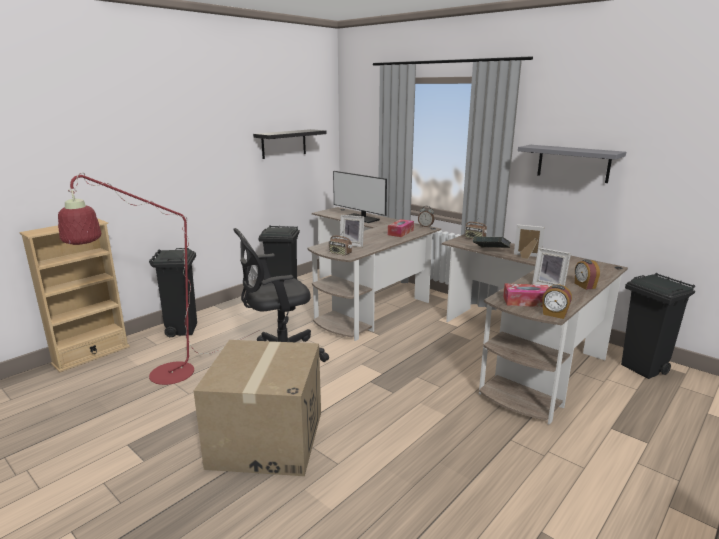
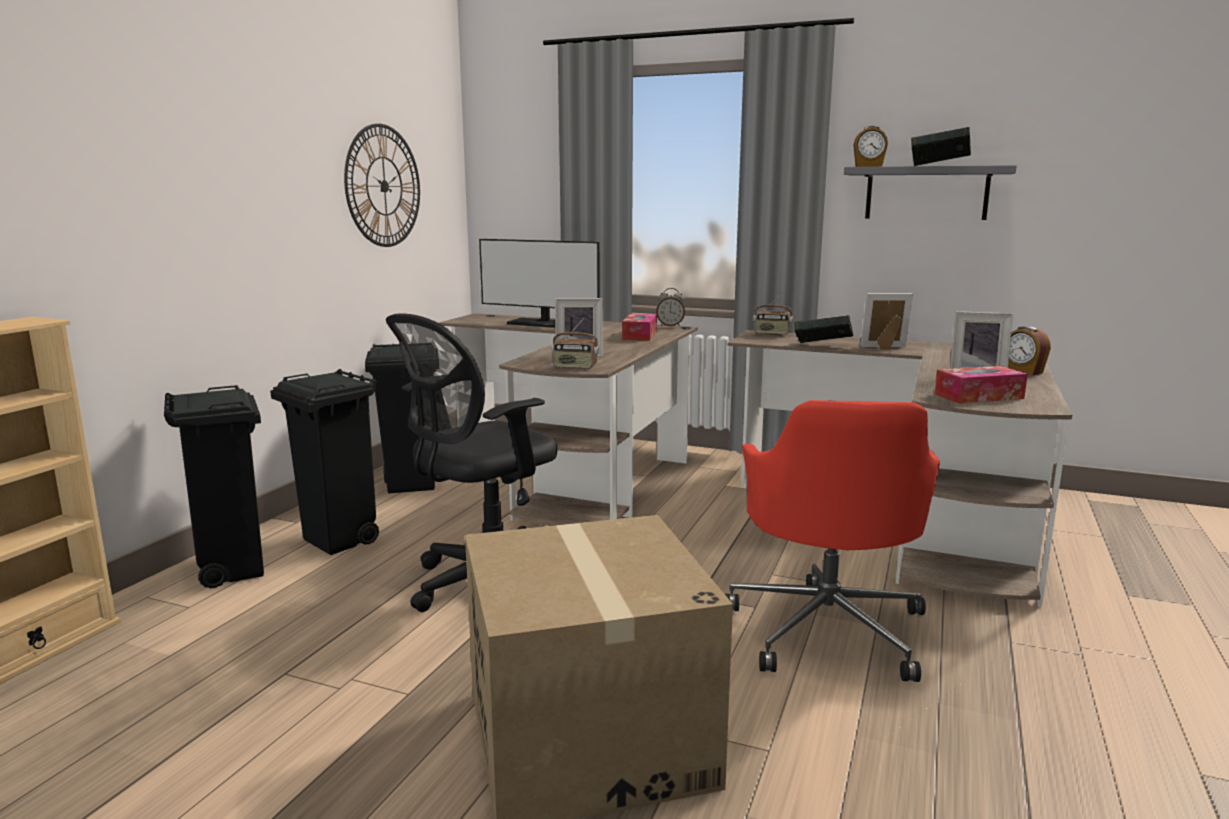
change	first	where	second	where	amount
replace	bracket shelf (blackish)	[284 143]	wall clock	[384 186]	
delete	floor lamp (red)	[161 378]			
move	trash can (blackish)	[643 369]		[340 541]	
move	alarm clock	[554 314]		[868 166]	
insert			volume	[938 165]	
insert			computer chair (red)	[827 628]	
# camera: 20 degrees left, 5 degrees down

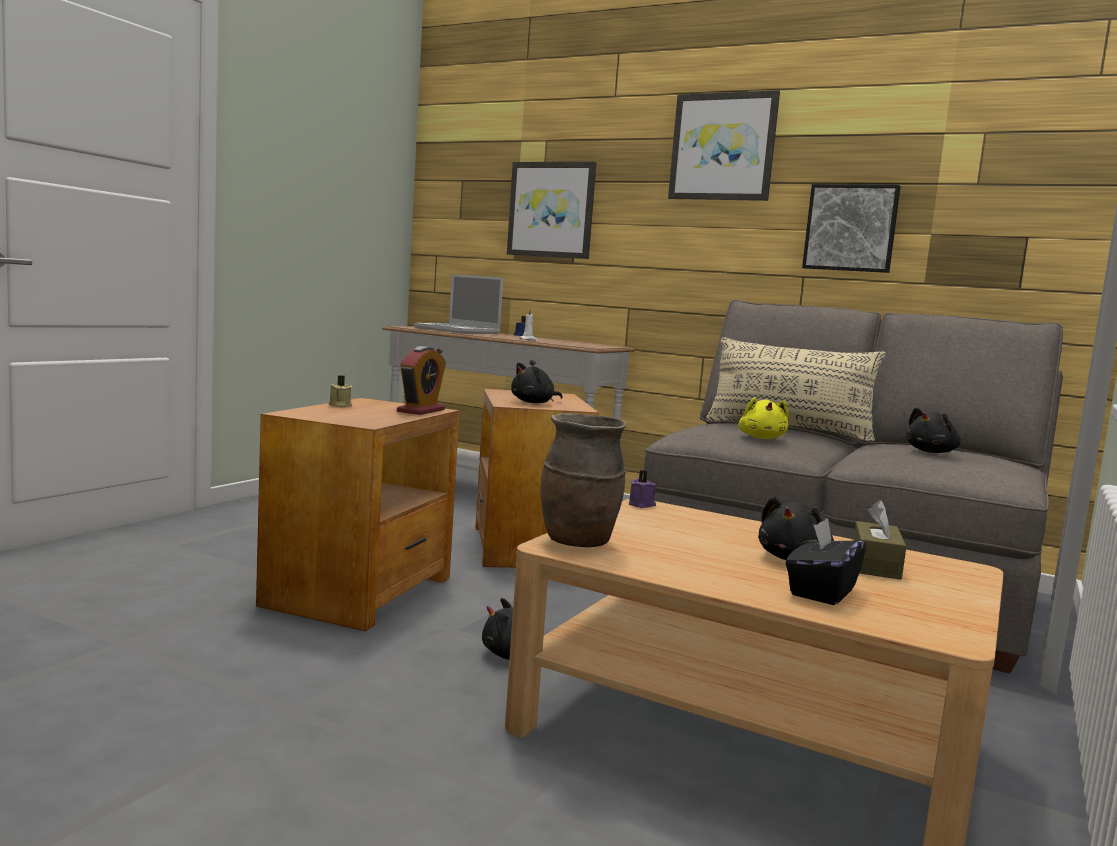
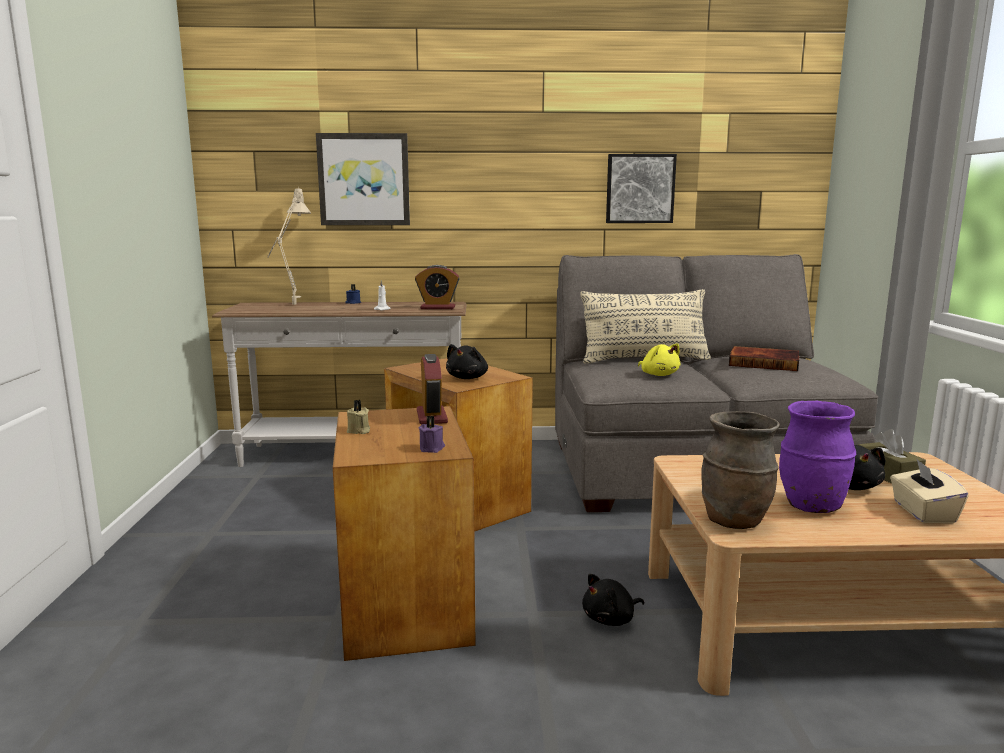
change	first	where	second	where	amount
delete	wall art	[723 147]			
replace	notebook computer	[458 331]	lamp for a table (beige)	[292 307]	
replace	soft toy (blackish)	[932 452]	volume	[764 363]	
move	wax candle (purple-coloured)	[642 505]		[432 448]	
recolor	box of tissues (blackish)	[821 591]	box of tissues (beige)	[922 512]	
insert			alarm clock	[437 308]	
insert			flower vase (purple-coloured)	[811 506]	
# camera: 30 degrees left, 5 degrees up

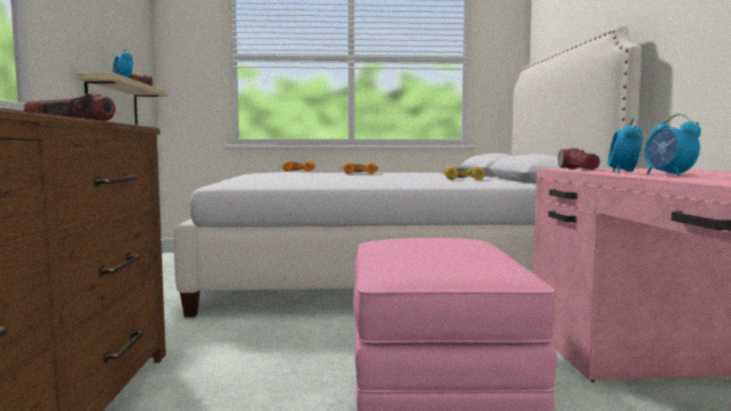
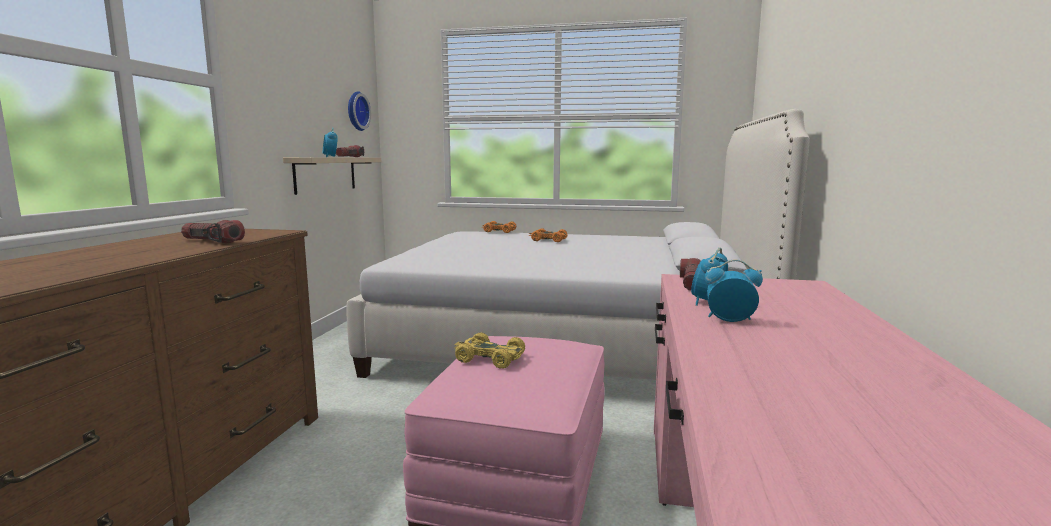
change	first	where	second	where	amount
rotate	alarm clock	[669 175]		[729 320]	105 degrees clockwise
move	miniature car (yellow-coloured)	[463 179]		[489 358]	
insert			wall clock	[356 111]	
# camera: 15 degrees right, 5 degrees up

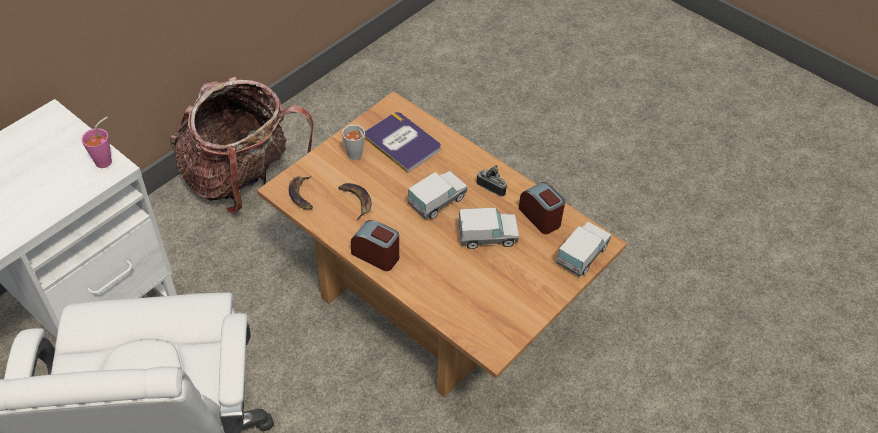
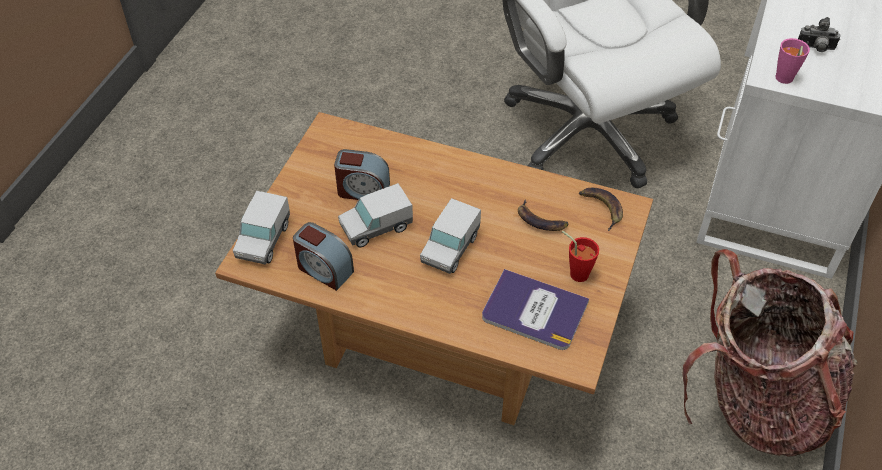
change	first	where	second	where	amount
recolor	drinking cup (grey)	[356 157]	drinking cup (red)	[575 272]	
move	still camera	[492 186]		[815 48]	
move	alarm clock	[376 255]		[363 190]	
# camera: 160 degrees right, 0 degrees up

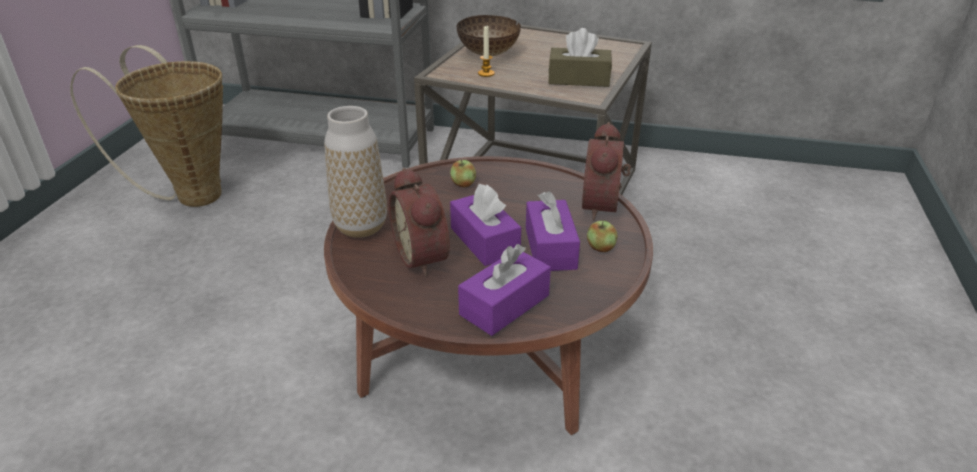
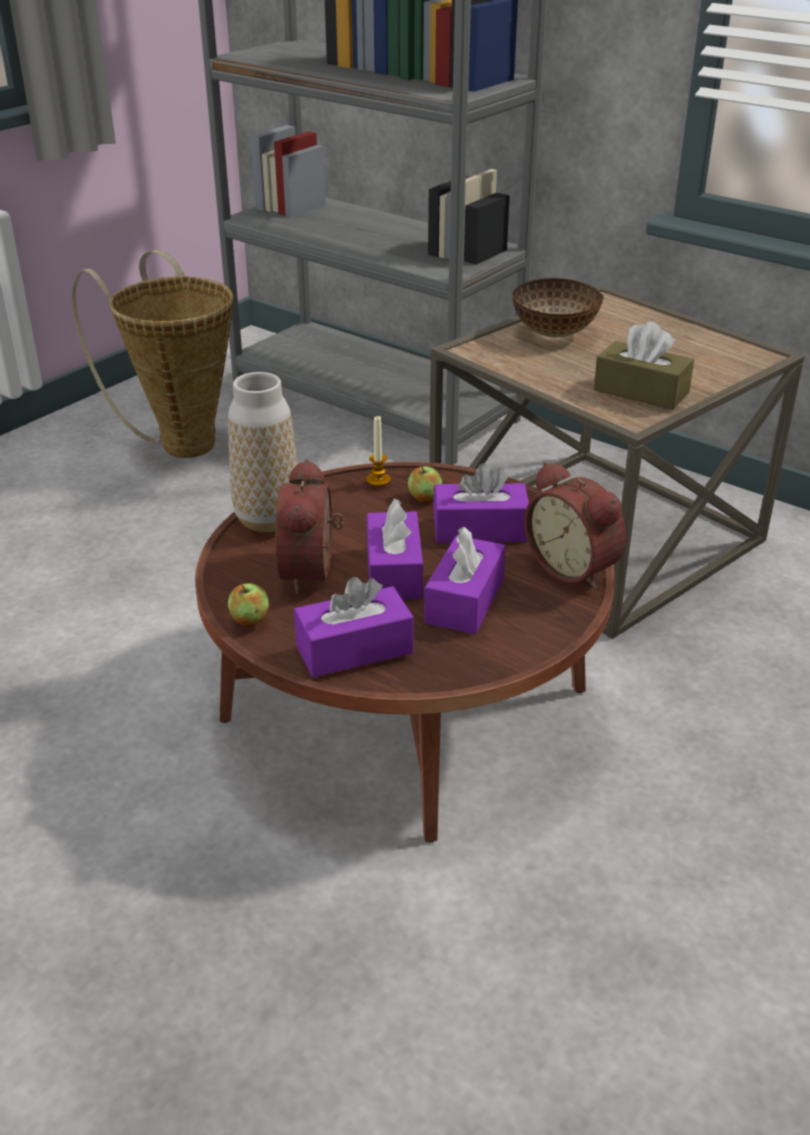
change	first	where	second	where	amount
move	wax candle	[486 73]		[378 480]	
rotate	alarm clock	[604 206]		[575 568]	75 degrees counterclockwise
move	apple fruit	[600 247]		[249 619]	
insert			box of tissues (purple-coloured)	[480 529]	
# camera: 25 degrees right, 0 degrees up

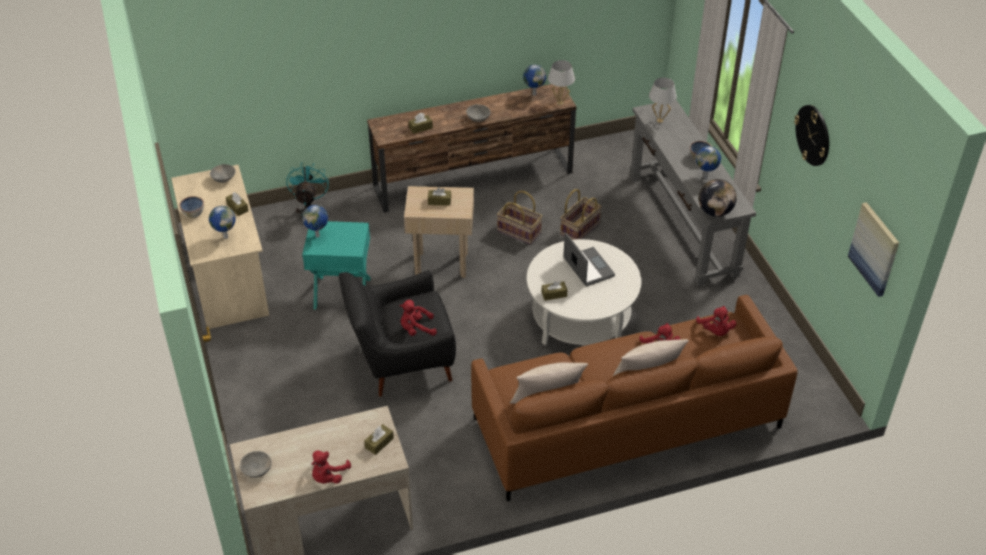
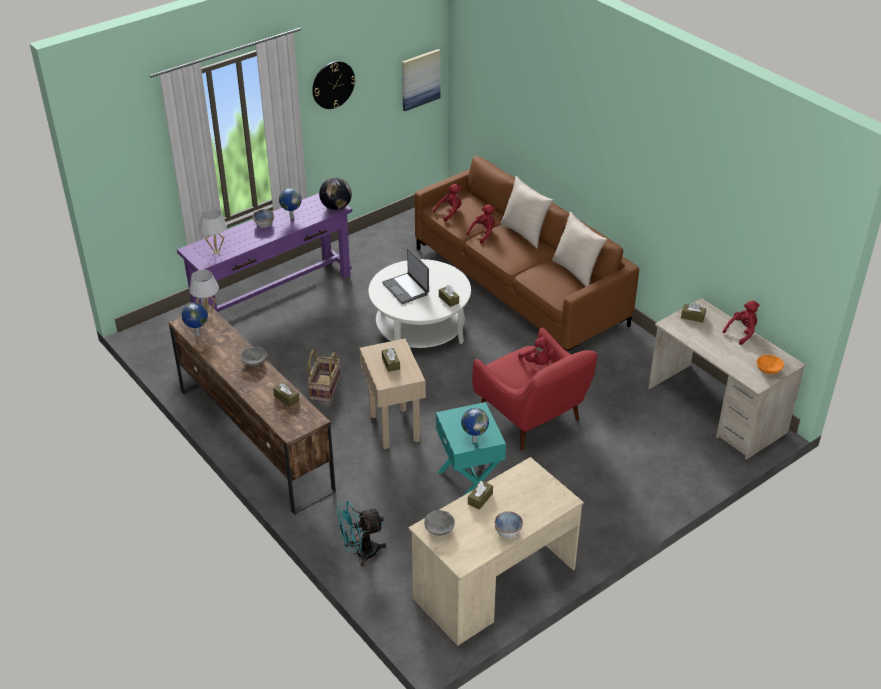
change	first	where	second	where	amount
recolor	narrow table (grey)	[682 224]	narrow table (purple-coloured)	[273 295]	
delete	storage basket	[579 228]			
delete	desk globe	[225 237]			
rotate	notebook computer	[587 268]		[406 289]	75 degrees counterclockwise
recolor	armchair (blackish)	[401 362]	armchair (red)	[532 418]	
rotate	soft toy (red)	[328 476]		[742 332]	45 degrees counterclockwise
recolor	bowl (grey)	[256 470]	bowl (orange)	[769 370]	
# camera: 110 degrees left, 5 degrees down

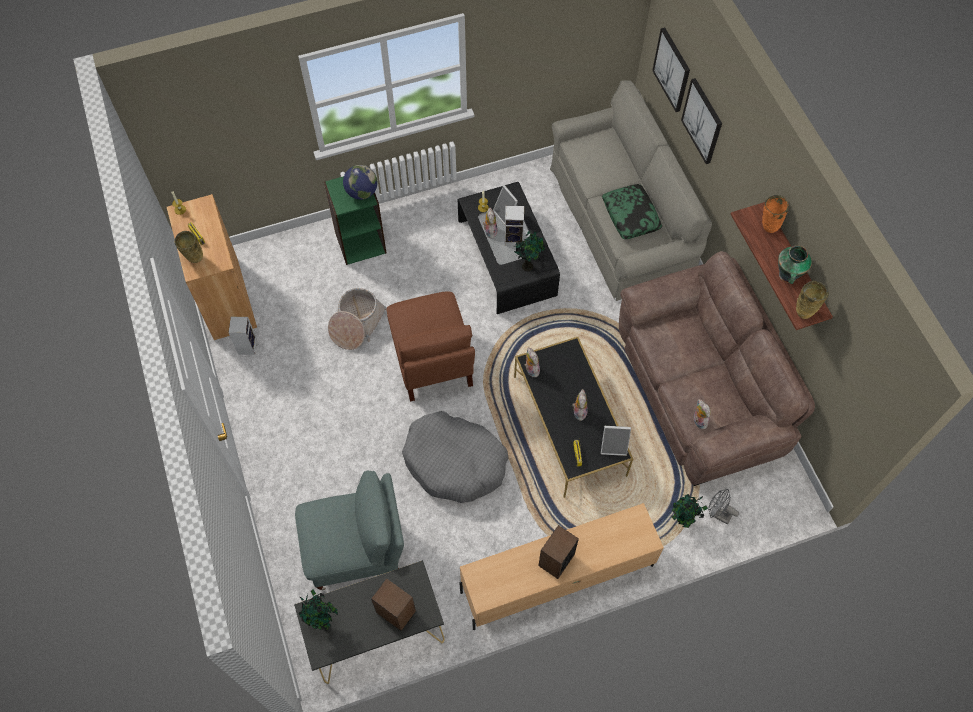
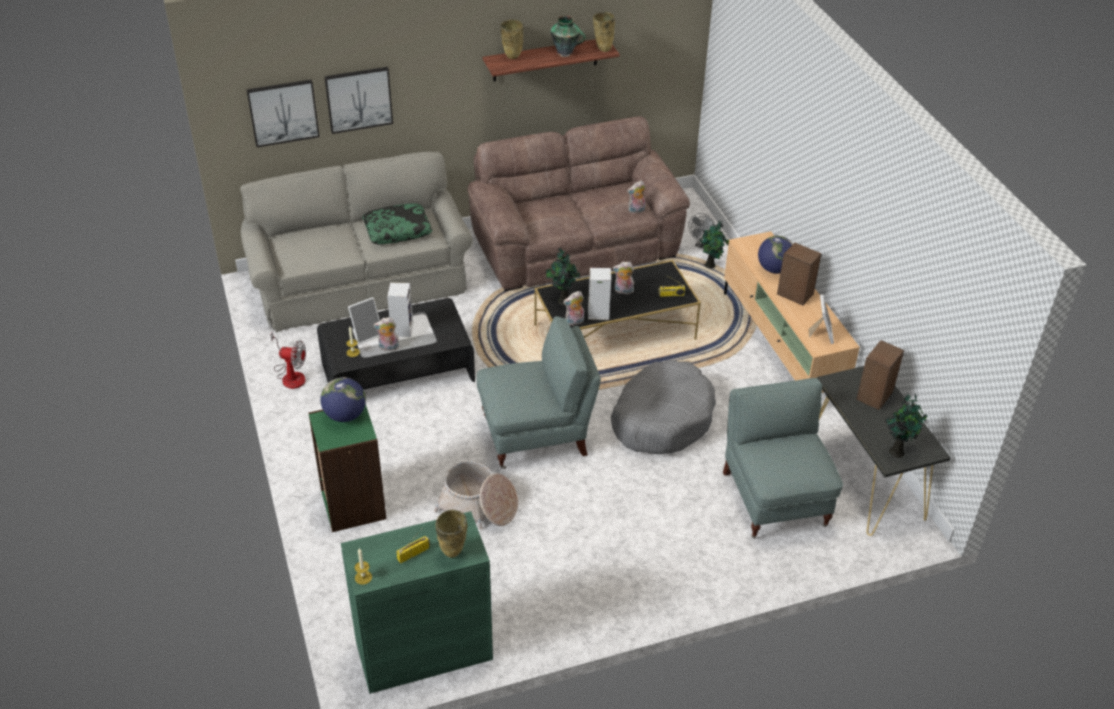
change	first	where	second	where	amount
recolor	cupboard (brownish)	[225 298]	cupboard (green-coloured)	[424 651]	
recolor	flower vase (orange)	[768 227]	flower vase (beige)	[511 57]	
move	potted plant	[528 265]		[562 301]	
recolor	armchair (brownish)	[432 362]	armchair (grey)	[536 436]	
move	speaker	[247 345]		[597 313]	
move	standing frame	[614 446]		[821 334]	
insert			desk globe	[774 269]	
insert			fan	[291 375]	
# camera: 90 degrees left, 20 degrees down

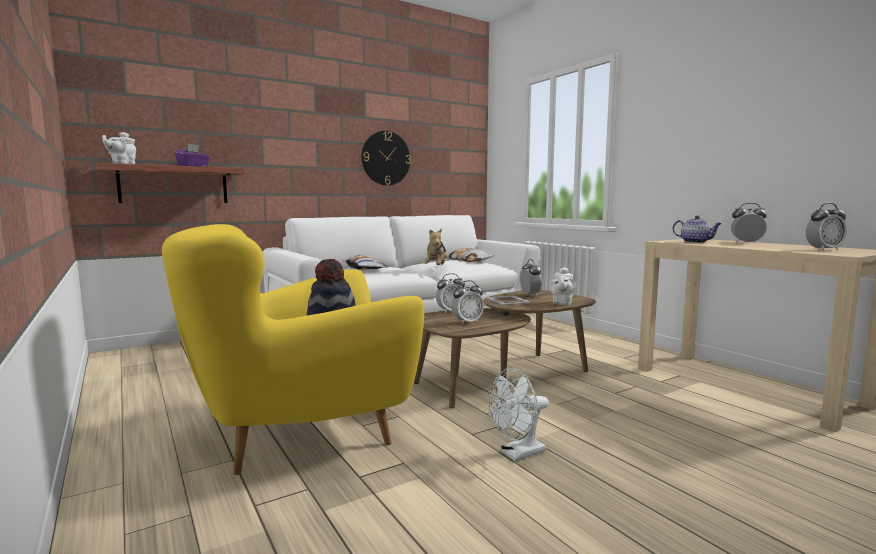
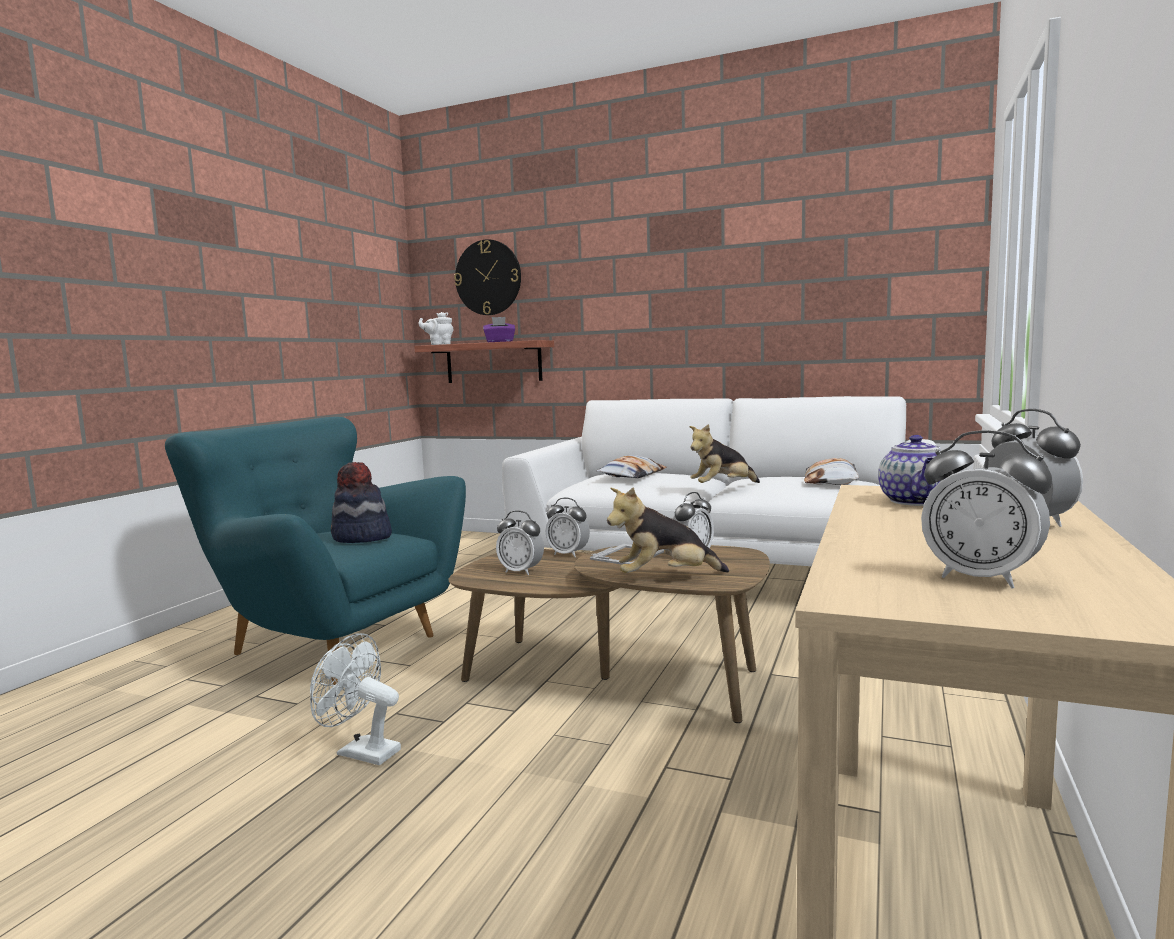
change	first	where	second	where	amount
move	wall clock	[386 158]		[488 277]	
recolor	armchair (yellow-coloured)	[300 433]	armchair (blue-green)	[330 644]	
replace	teapot (white-coloured)	[562 303]	soft toy	[665 578]	
# camera: 55 degrees right, 0 degrees up

